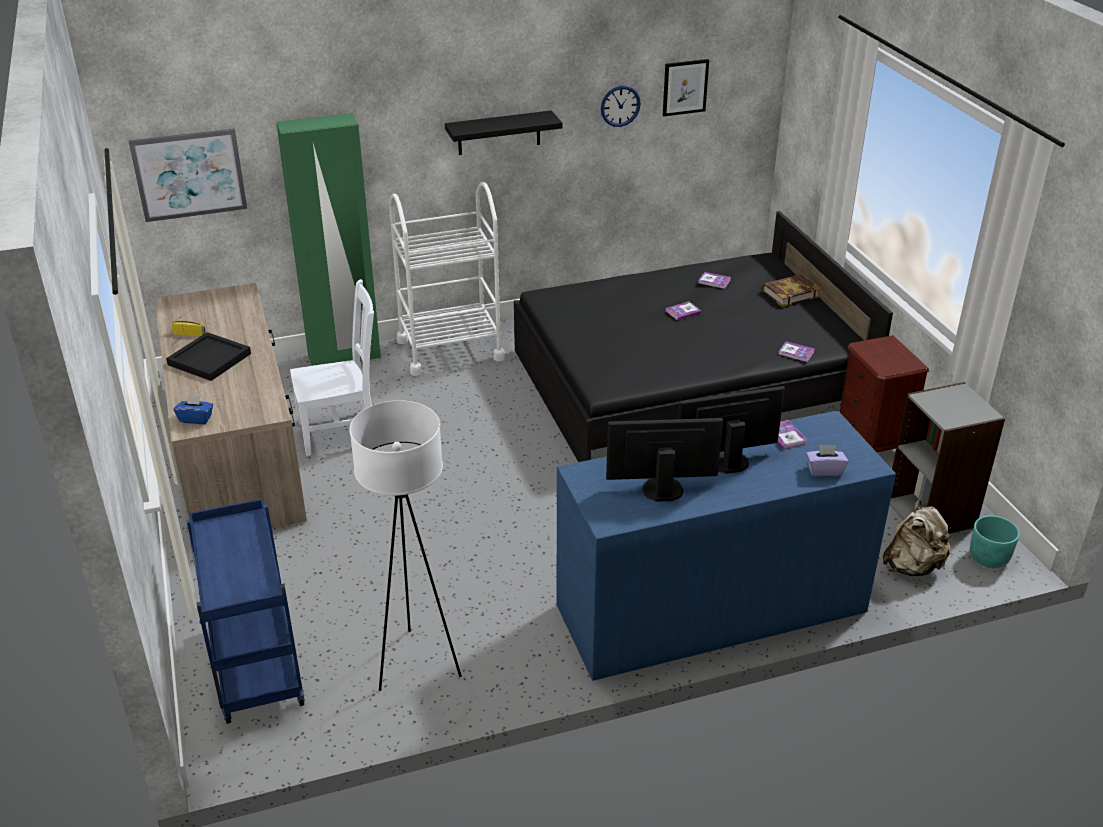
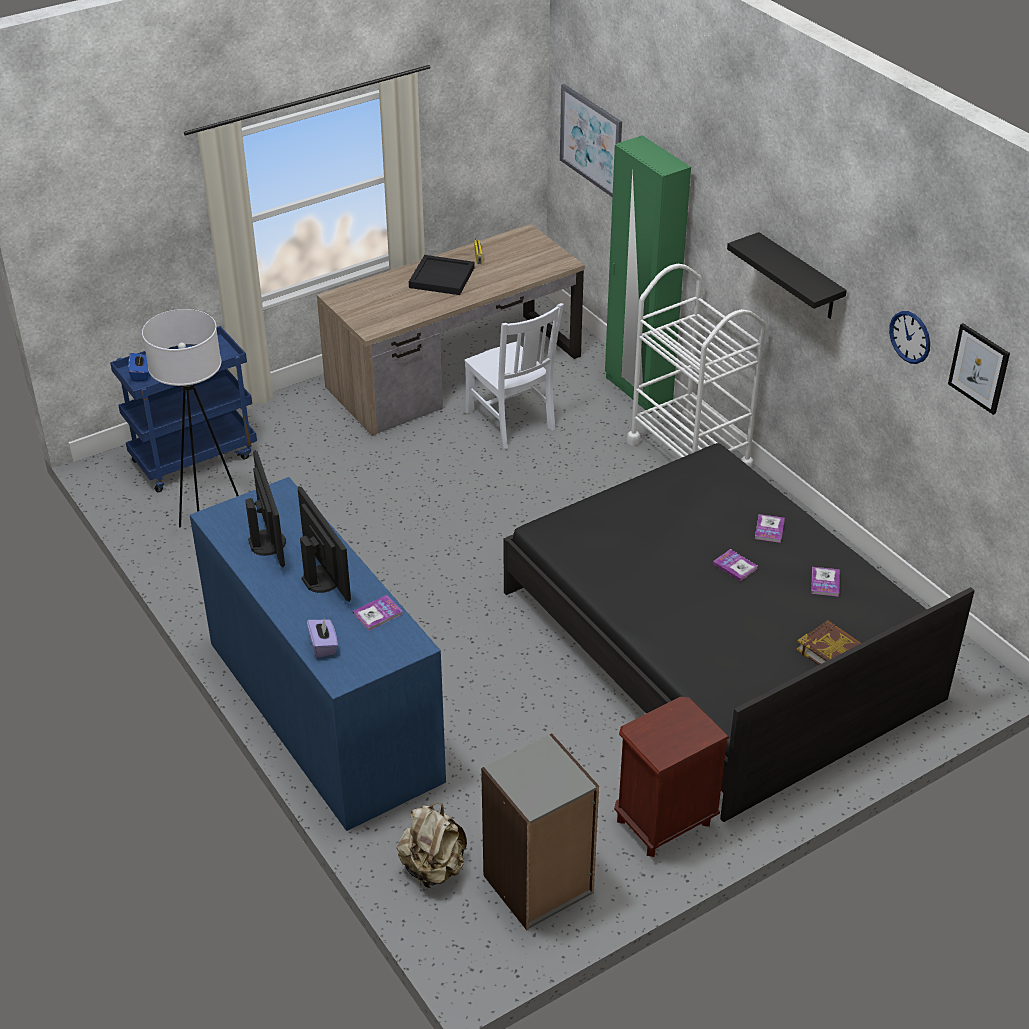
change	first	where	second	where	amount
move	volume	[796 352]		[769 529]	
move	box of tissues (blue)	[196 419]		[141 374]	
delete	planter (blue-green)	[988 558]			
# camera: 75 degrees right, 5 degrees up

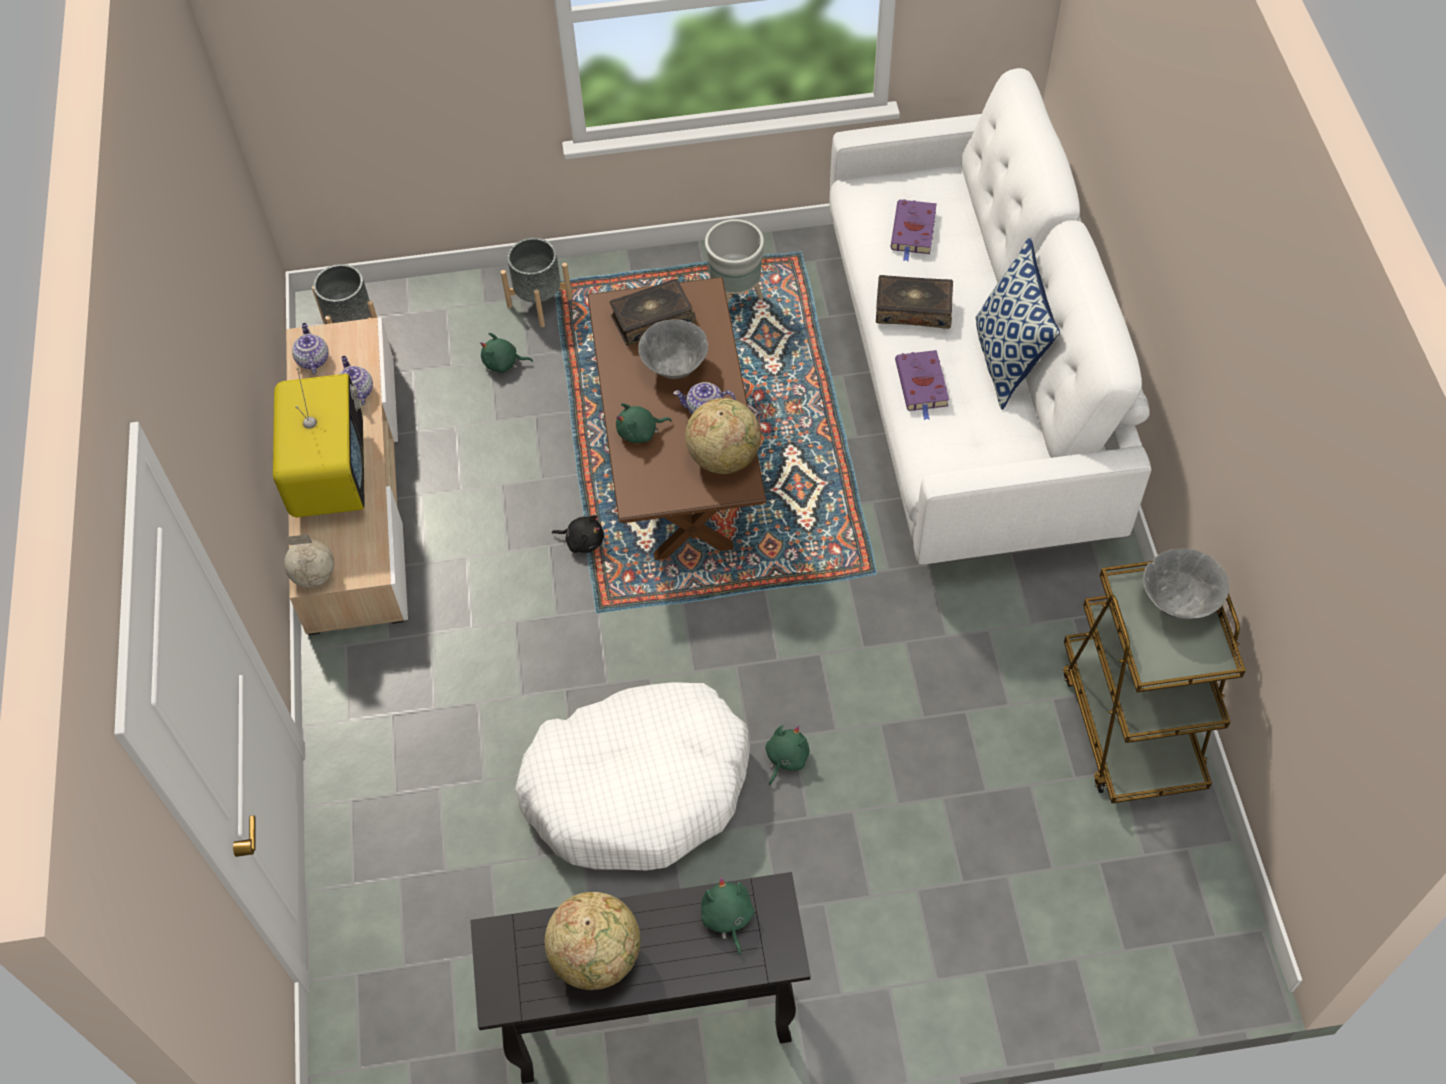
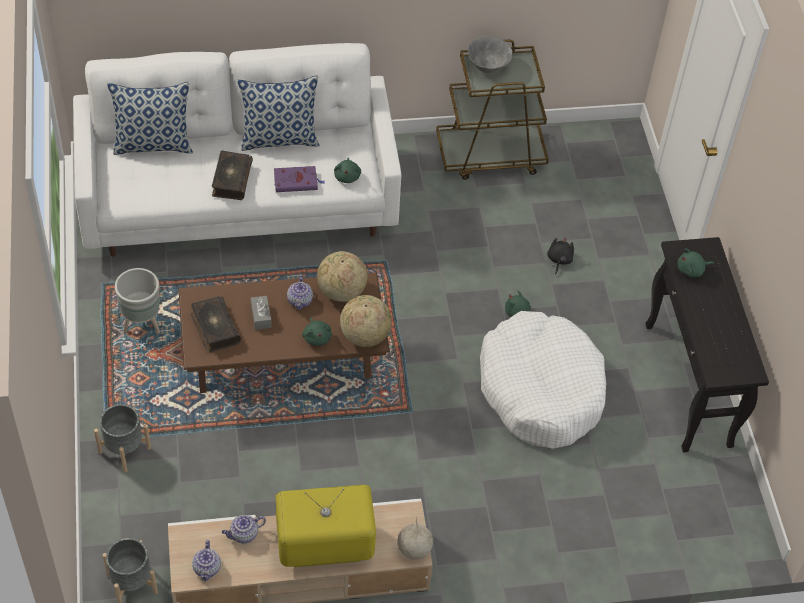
change	first	where	second	where	amount
delete	volume (purple-coloured)	[913 232]			
replace	bowl (grey)	[674 367]	box of tissues (grey)	[261 316]	
rotate	teapot	[312 359]		[207 569]	75 degrees counterclockwise
move	soft toy (green-coloured)	[503 363]		[347 176]	
move	soft toy (blackish)	[582 540]		[559 260]	
move	desk globe	[597 956]		[365 335]	
insert			pillow	[153 144]	
# camera: 95 degrees left, 5 degrees down

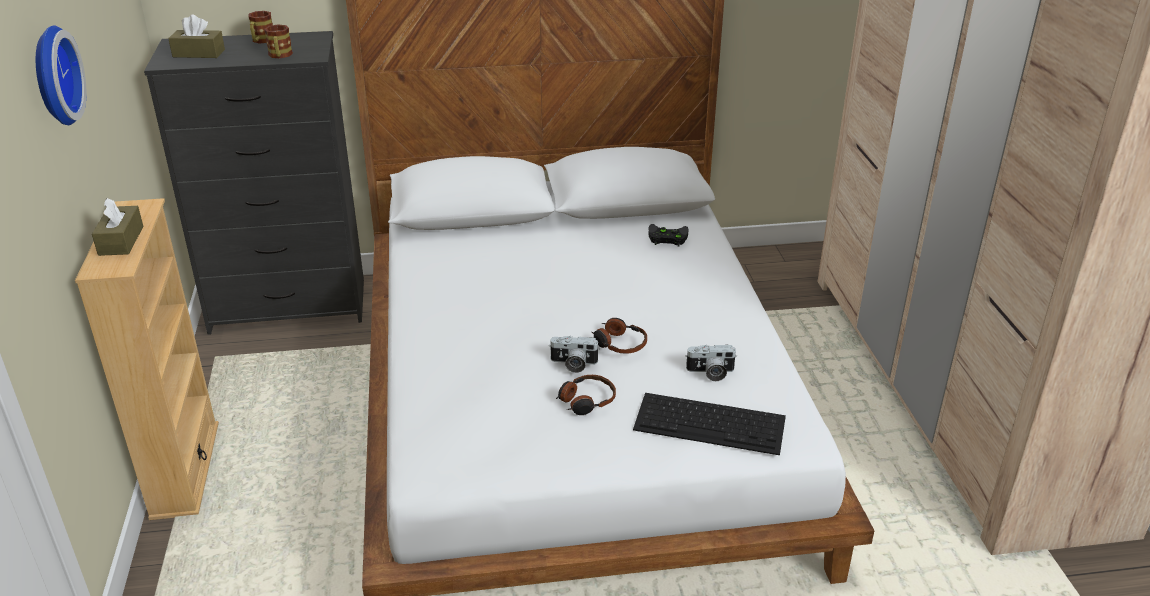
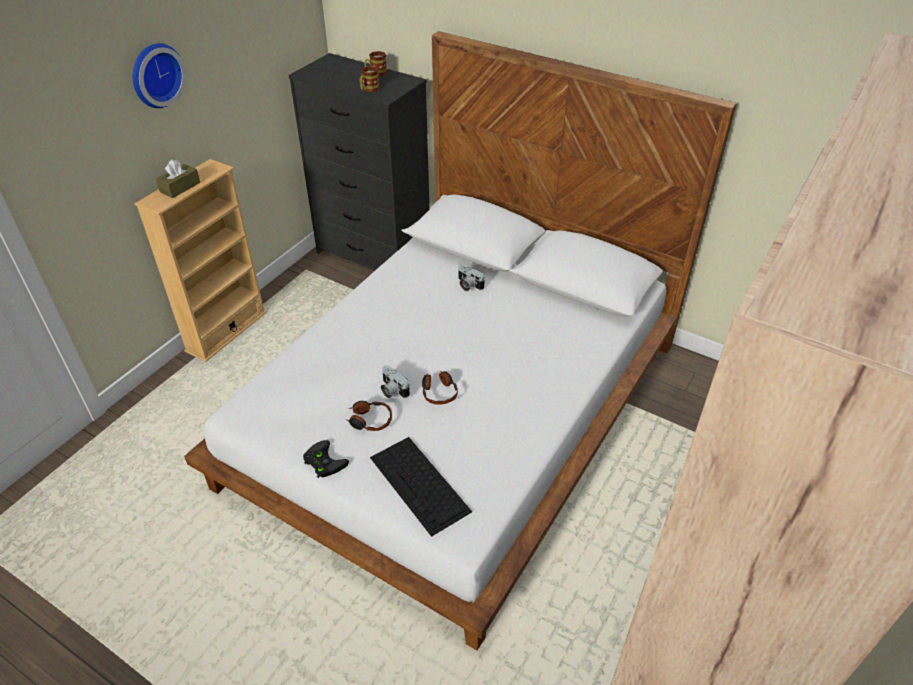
change	first	where	second	where	amount
delete	box of tissues (brownish)	[198 53]			
move	gamepad (blackish)	[666 238]		[322 461]	
move	still camera	[710 373]		[468 285]	
# camera: 40 degrees right, 10 degrees up

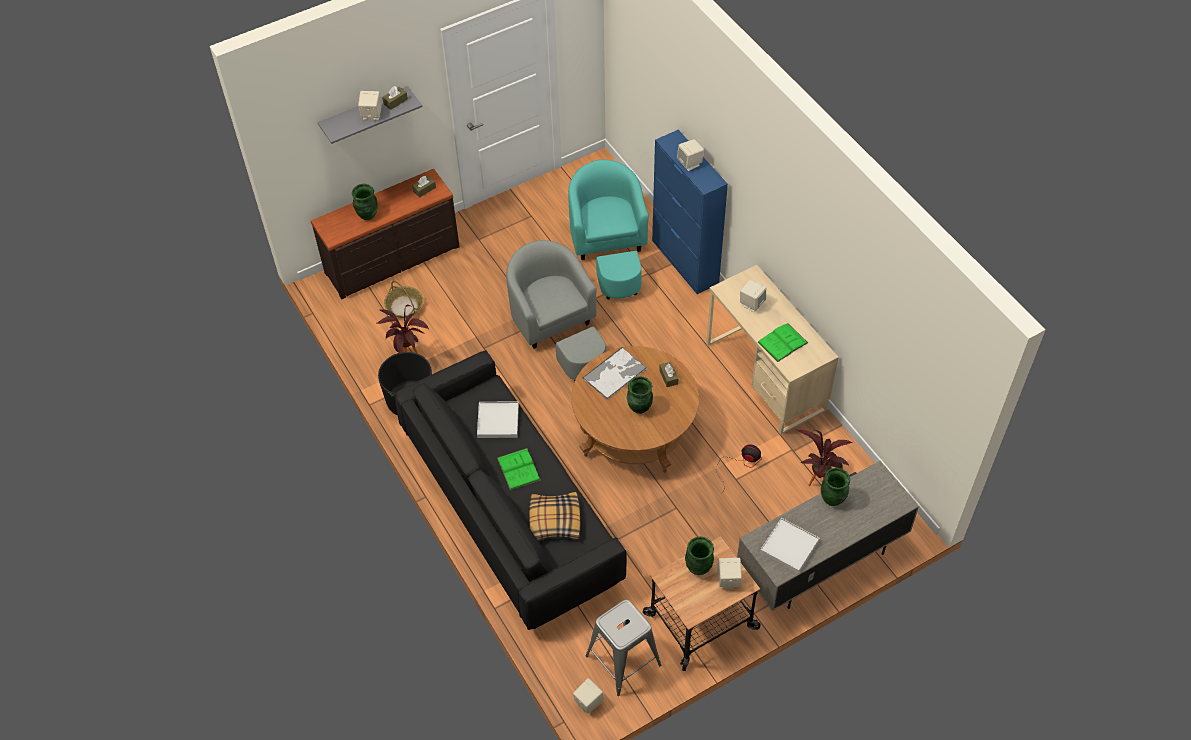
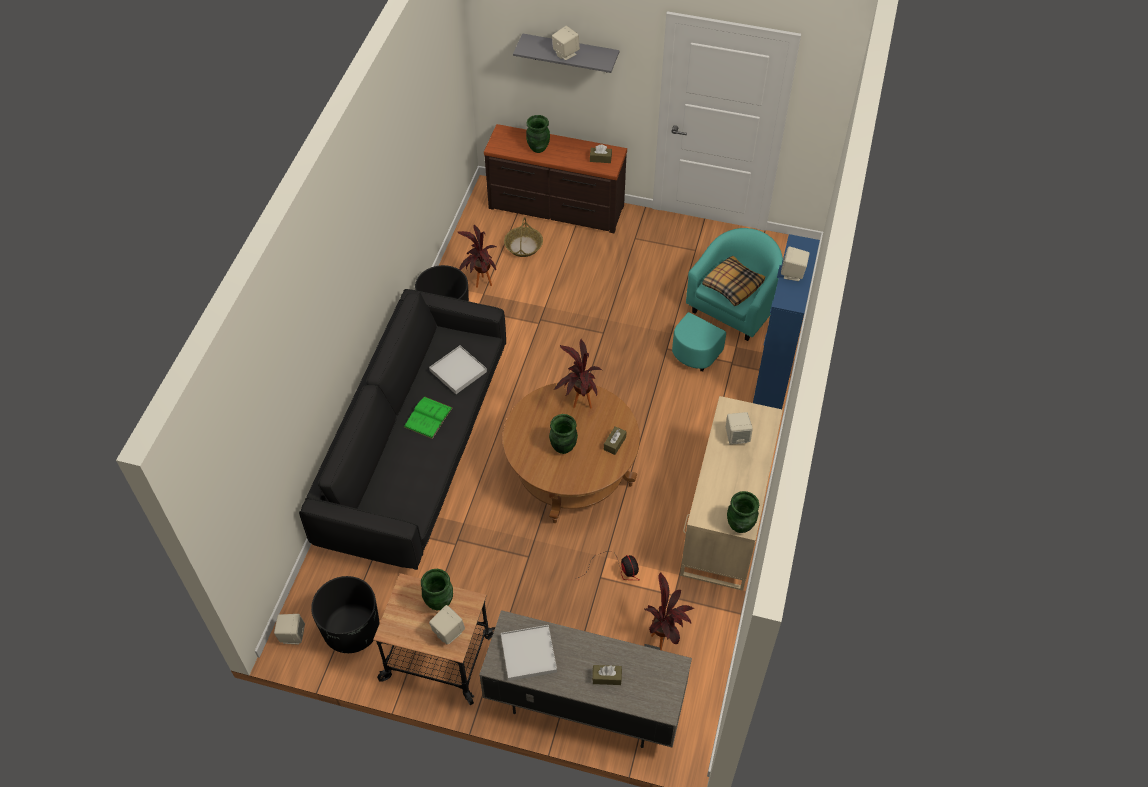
change	first	where	second	where	amount
move	box of tissues (brownish)	[395 101]		[607 677]	
delete	armchair (grey)	[557 330]			
delete	volume (green-coloured)	[782 342]			
replace	carrying tray	[615 373]	potted plant	[578 406]	
move	flower vase (green-coloured)	[832 499]		[740 525]	
move	pillow	[554 521]		[732 285]	
replace	stool seat (grey)	[623 660]	planter (blackish)	[351 629]	
# camera: 45 degrees right, 0 degrees up

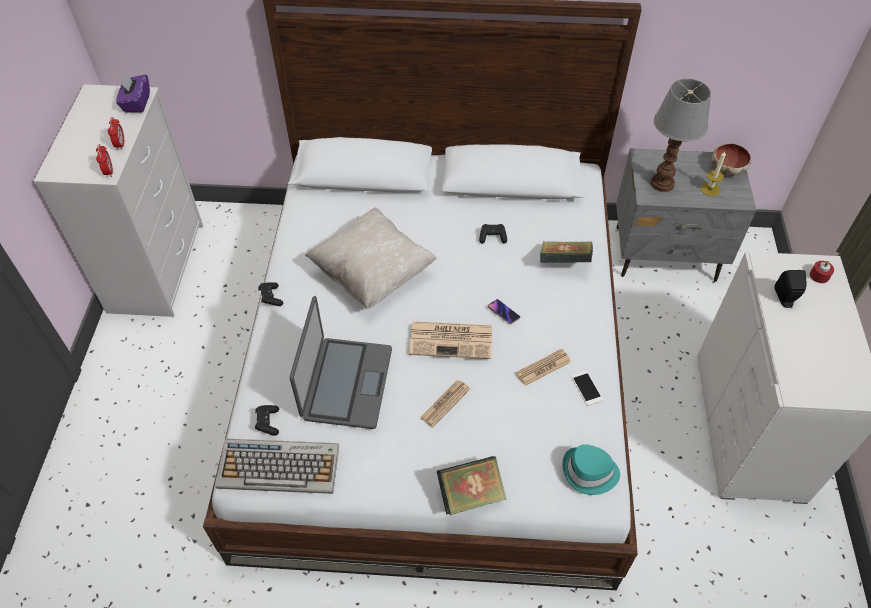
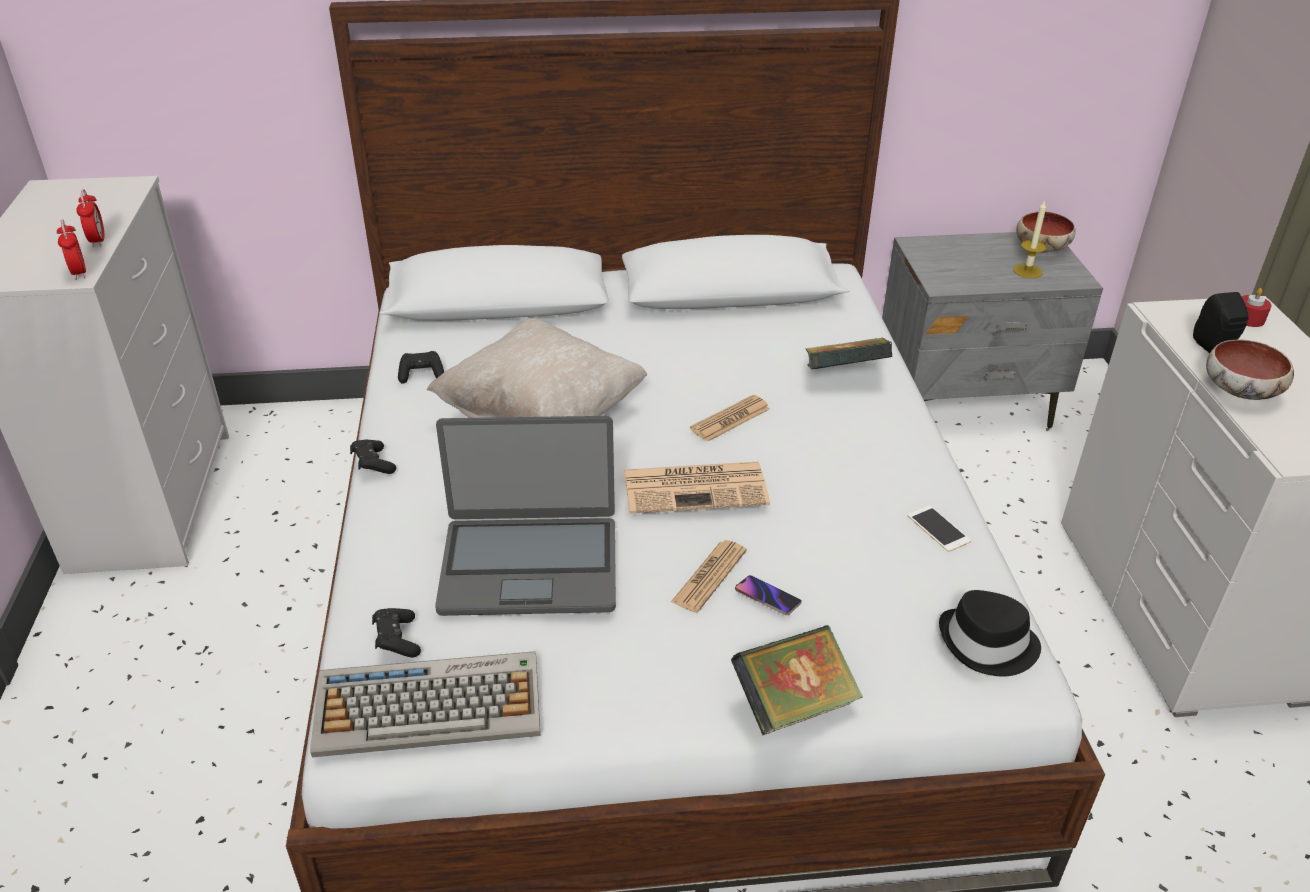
change	first	where	second	where	amount
delete	box of tissues (purple-coloured)	[136 103]			
delete	lamp for a table	[662 183]			
move	gamepad (blackish)	[492 237]		[421 375]	
rotate	notebook computer	[346 383]		[529 565]	90 degrees clockwise
move	telephone	[503 313]		[767 598]	
move	newspaper	[543 367]		[730 419]	
recolor	wearable hat (blue-green)	[589 472]	wearable hat (blackish)	[988 645]	
insert			bowl	[1241 392]	
# camera: 10 degrees left, 15 degrees down

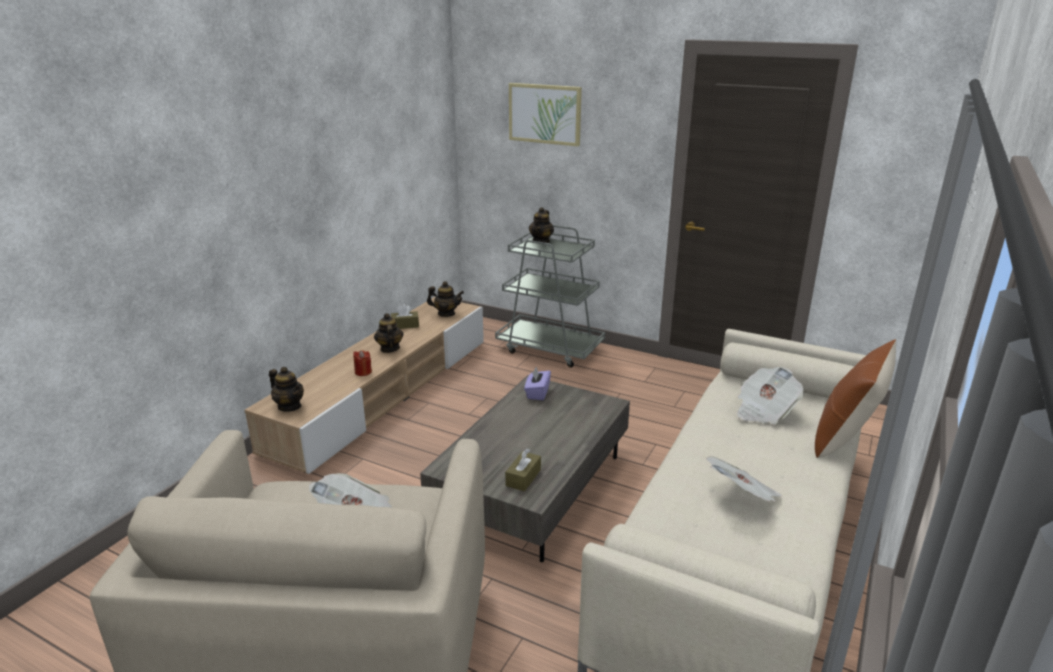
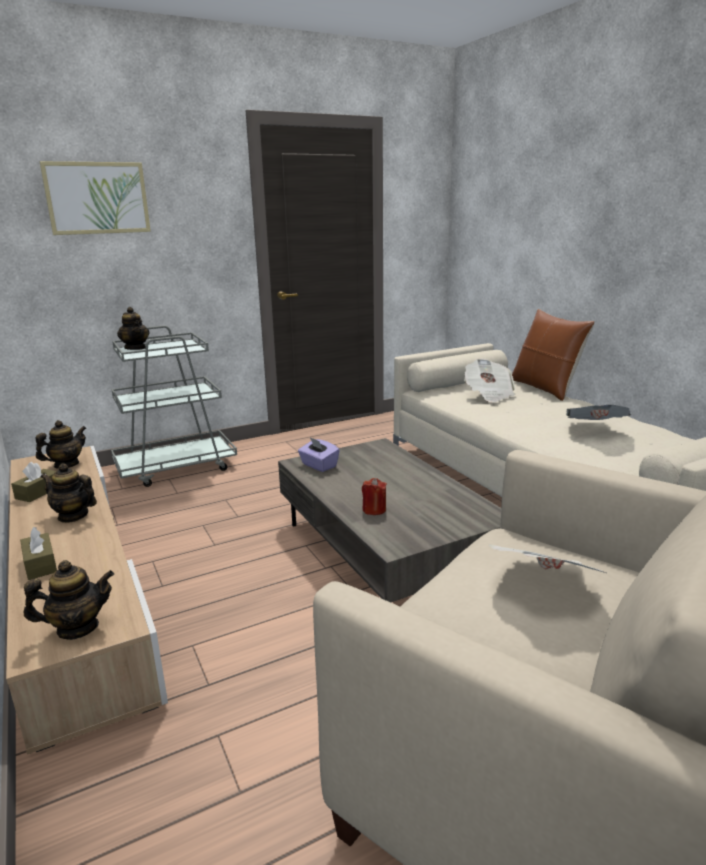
change	first	where	second	where	amount
move	wax candle (red)	[363 372]		[374 510]	
move	box of tissues (brownish)	[523 478]		[40 564]	
# camera: 55 degrees left, 5 degrees down

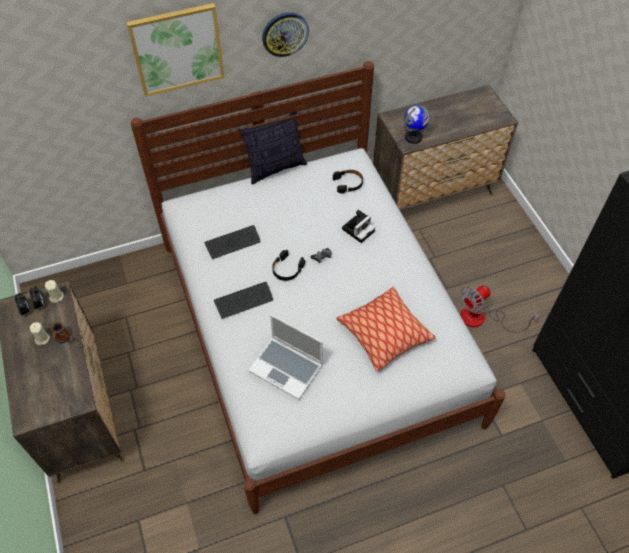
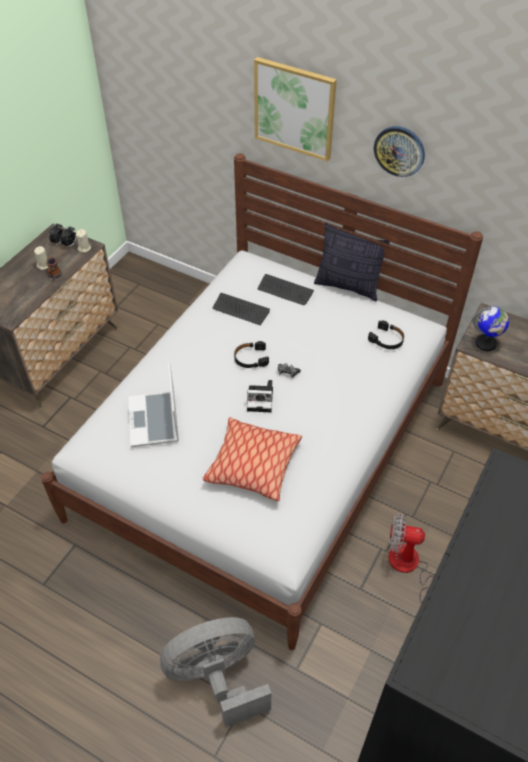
change	first	where	second	where	amount
move	still camera	[358 229]		[261 399]	
move	keyboard	[244 301]		[285 290]	
insert			fan (grey)	[217 677]	
# camera: 50 degrees right, 5 degrees down

